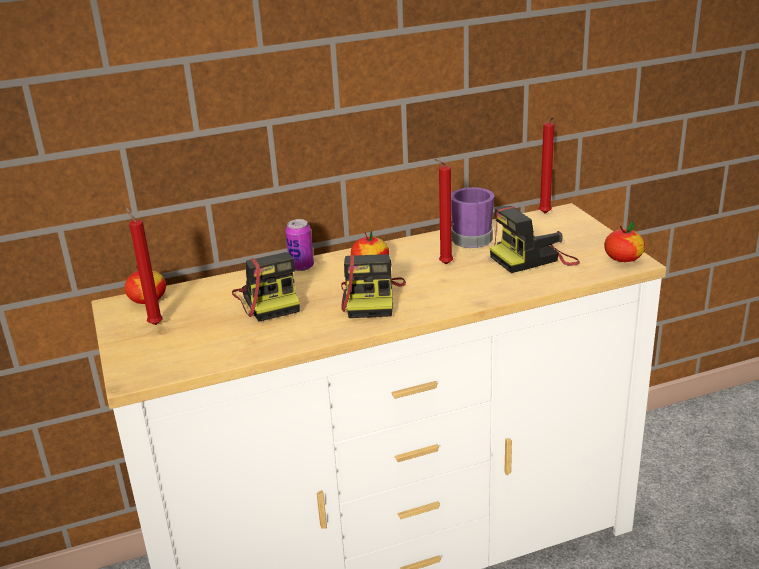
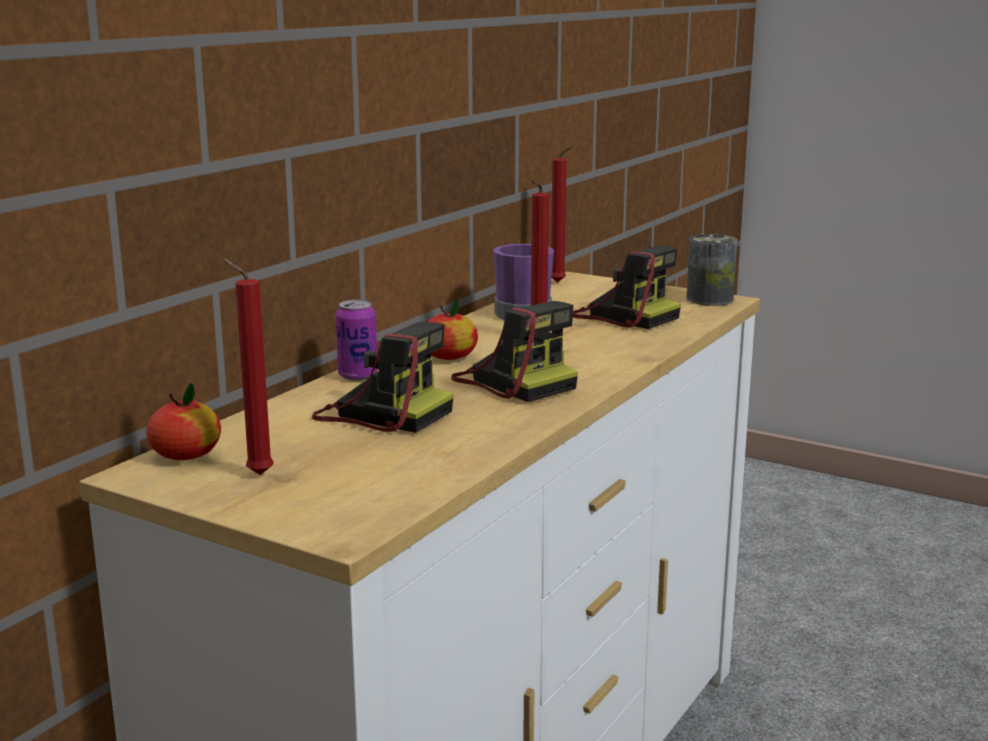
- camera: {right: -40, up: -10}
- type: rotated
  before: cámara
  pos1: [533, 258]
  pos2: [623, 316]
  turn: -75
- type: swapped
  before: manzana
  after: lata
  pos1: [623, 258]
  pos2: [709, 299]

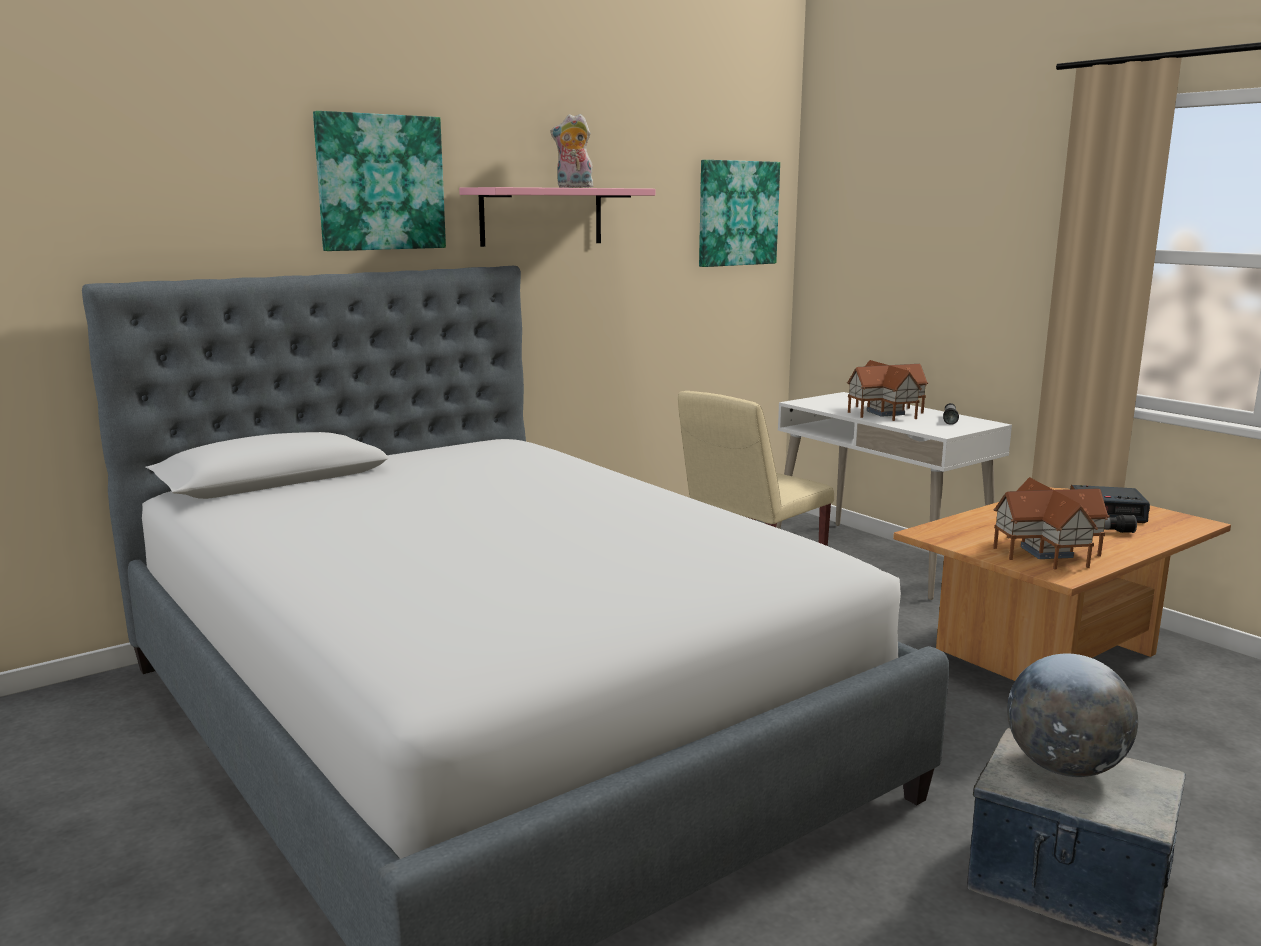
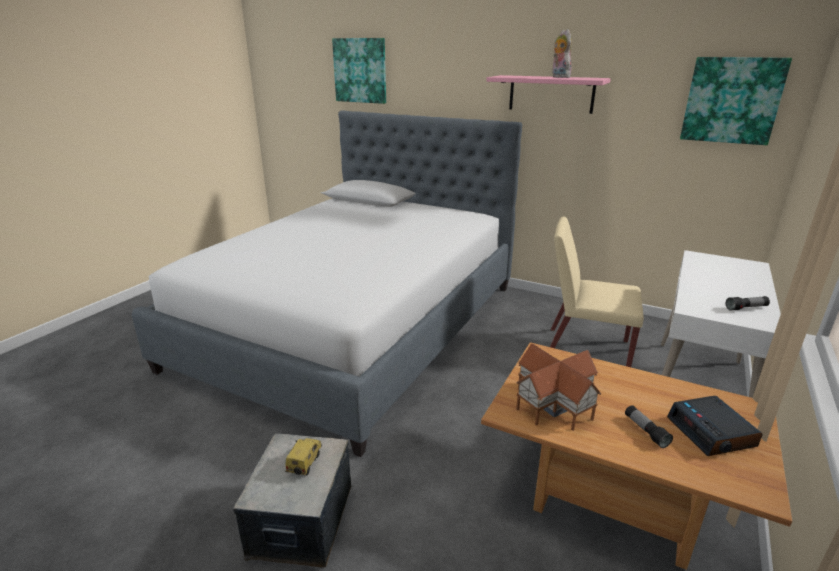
- camera: {right: 65, up: 10}
- type: shifted
  before: cuadro
  pos1: [380, 182]
  pos2: [360, 70]
- type: gone
  before: casita
  pos1: [886, 412]
- type: swapped
  before: globo terráqueo
  after: coche de juguete
  pos1: [1064, 768]
  pos2: [304, 463]

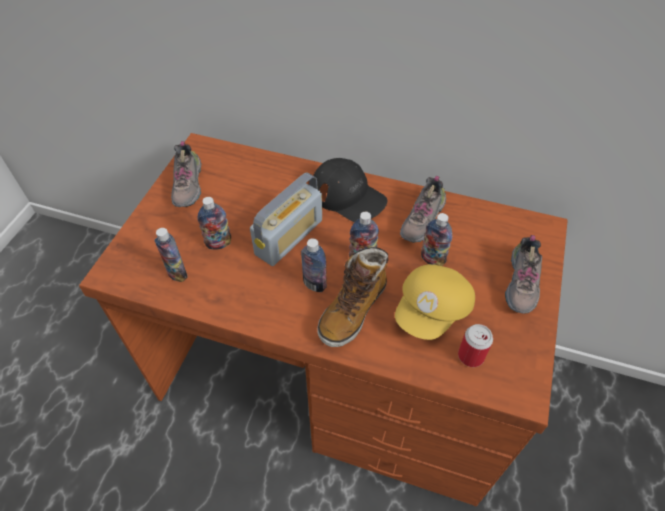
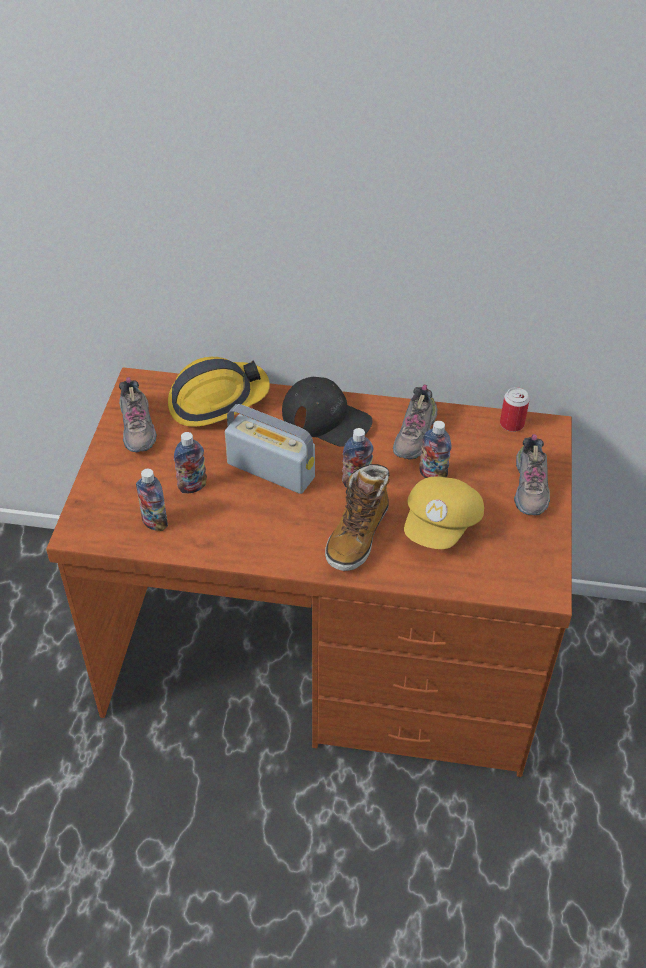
- camera: {right: -10, up: -5}
- type: rotated
  before: radio
  pos1: [289, 237]
  pos2: [270, 470]
  turn: -90
- type: gone
  before: botella
  pos1: [314, 284]
- type: shifted
  before: lata
  pos1: [471, 356]
  pos2: [512, 424]
- type: new
  after: casco
  pos2: [217, 400]

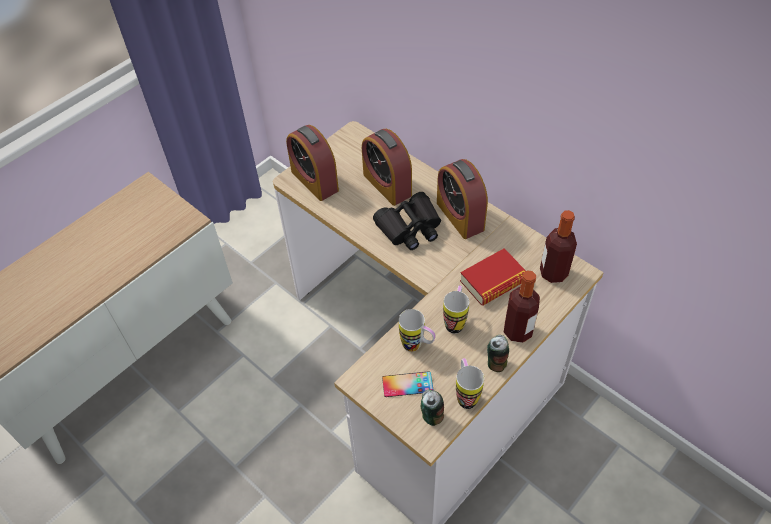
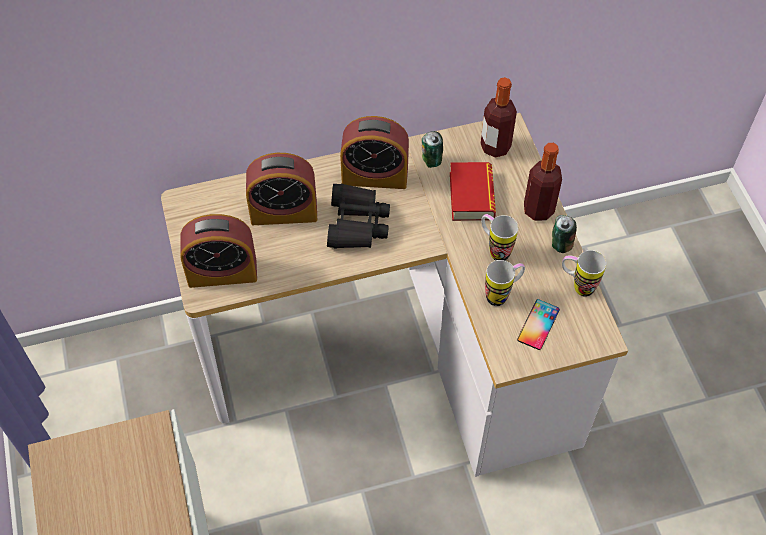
- camera: {right: -60, up: 5}
- type: shifted
  before: lata
  pos1: [431, 416]
  pos2: [431, 161]

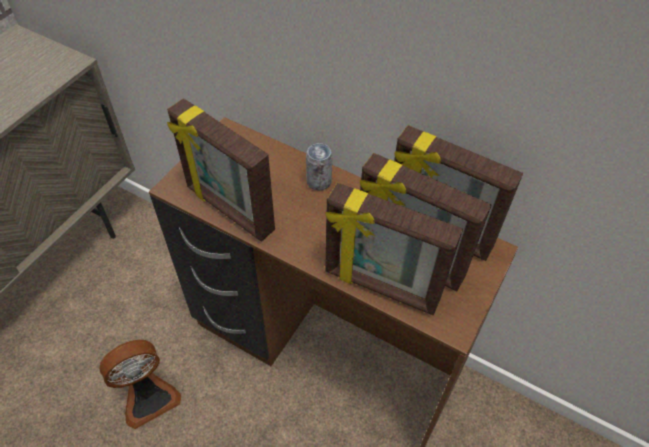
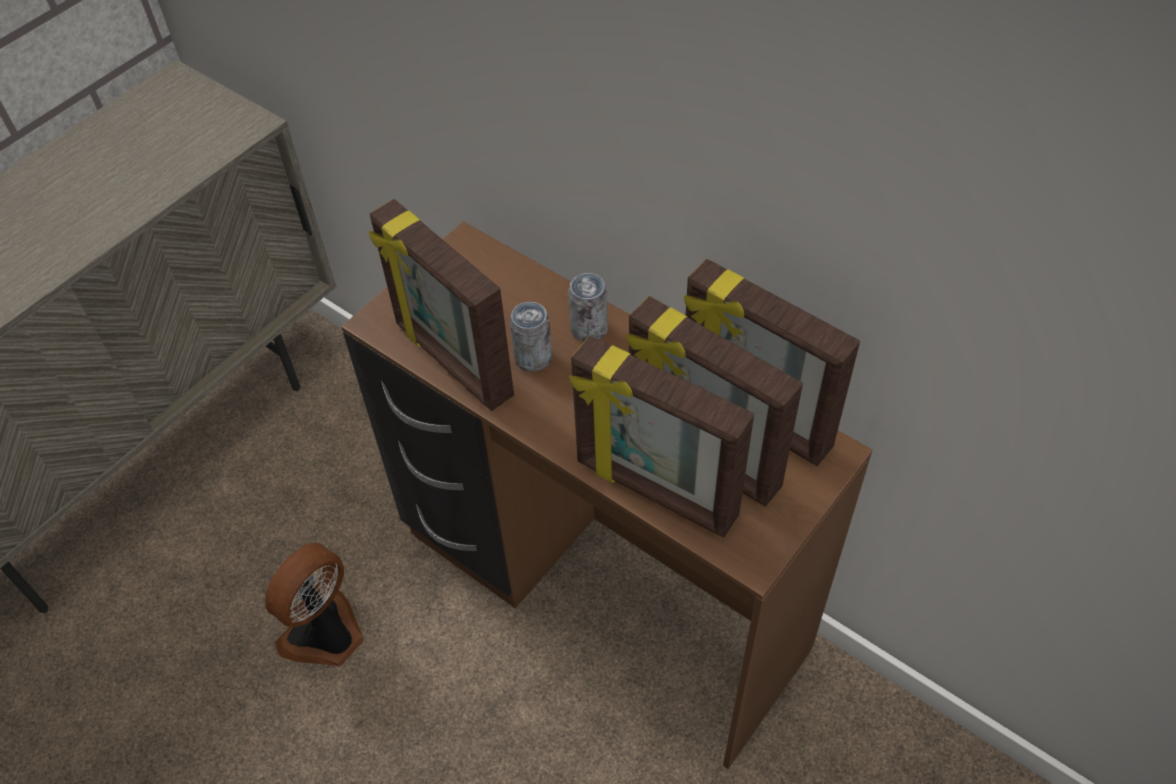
- camera: {right: 10, up: 0}
- type: rotated
  before: ventilador
  pos1: [148, 396]
  pos2: [326, 635]
  turn: 150
- type: new
  after: lata
  pos2: [533, 358]

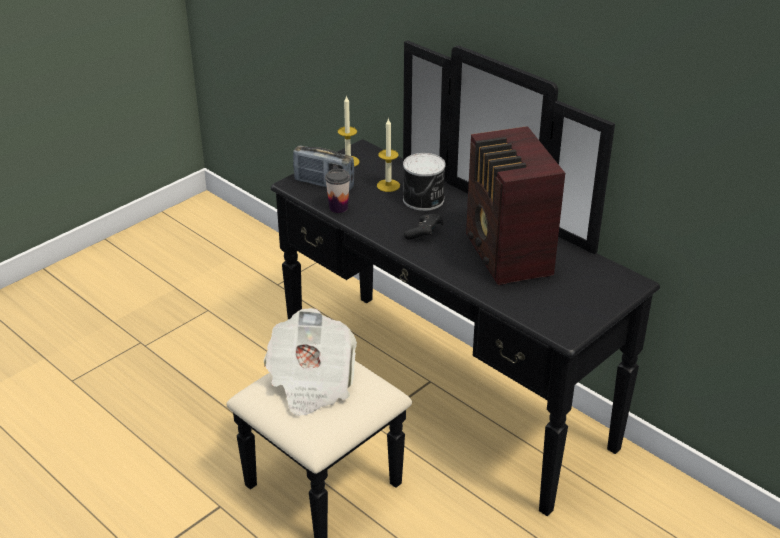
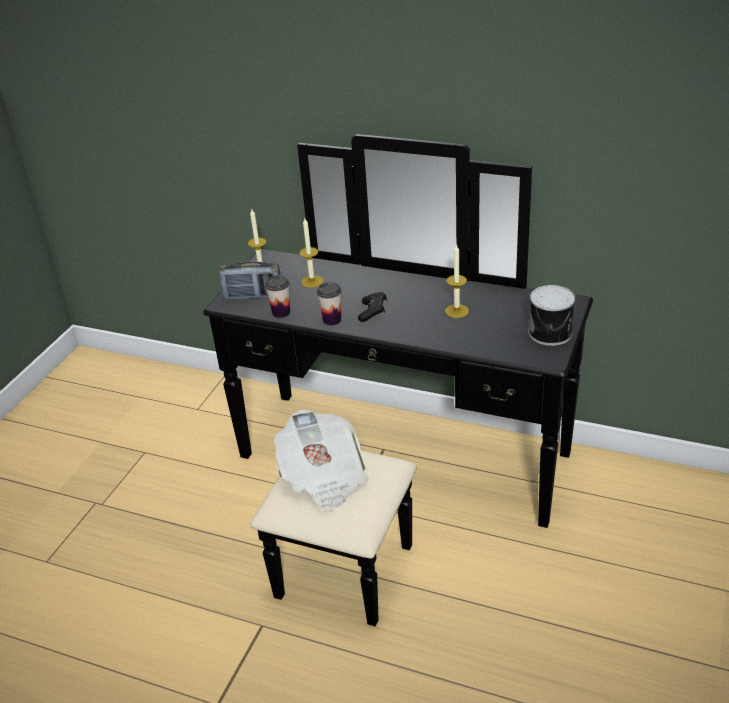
- camera: {right: -20, up: 0}
- type: shifted
  before: lata
  pos1: [424, 199]
  pos2: [551, 333]
- type: swapped
  before: radio
  after: vela
  pos1: [507, 256]
  pos2: [456, 311]
- type: new
  after: taza
  pos2: [332, 320]

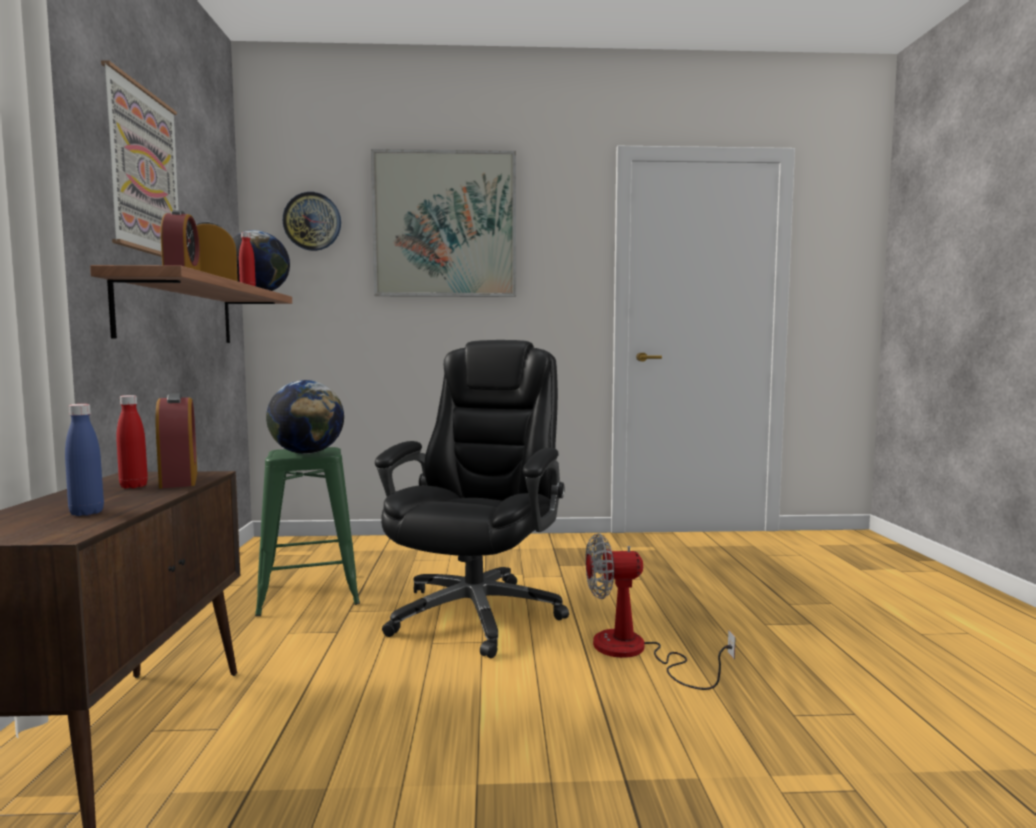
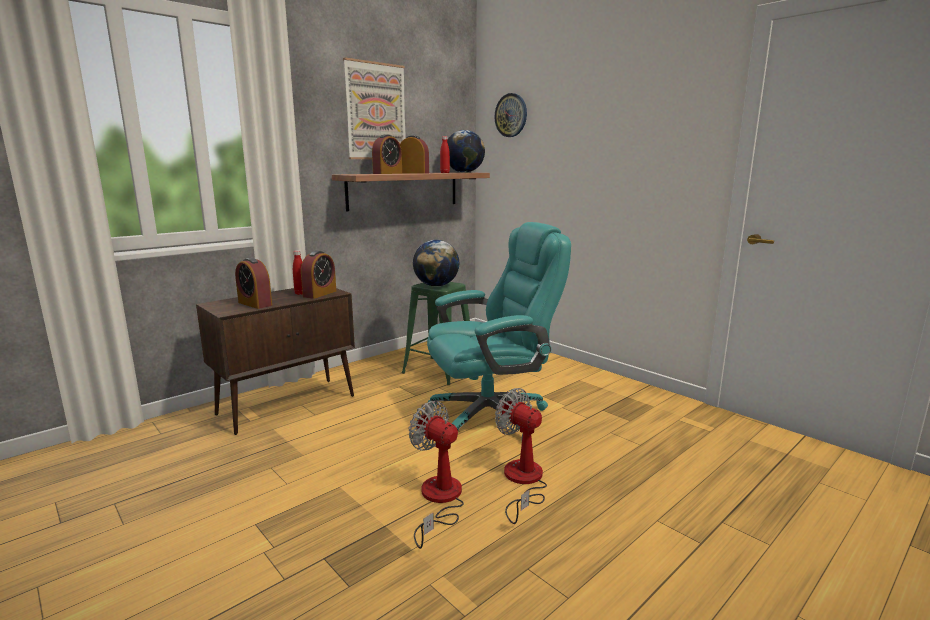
- camera: {right: 50, up: 10}
- type: swapped
  before: botella (azul)
  after: despertador
  pos1: [86, 513]
  pos2: [255, 304]
- type: gone
  before: cuadro
  pos1: [445, 225]
- type: repainted
  before: silla de oficina (negro)
  after: silla de oficina (turquesa)
  pos1: [477, 612]
  pos2: [491, 416]
- type: new
  after: ventilador
  pos2: [439, 500]

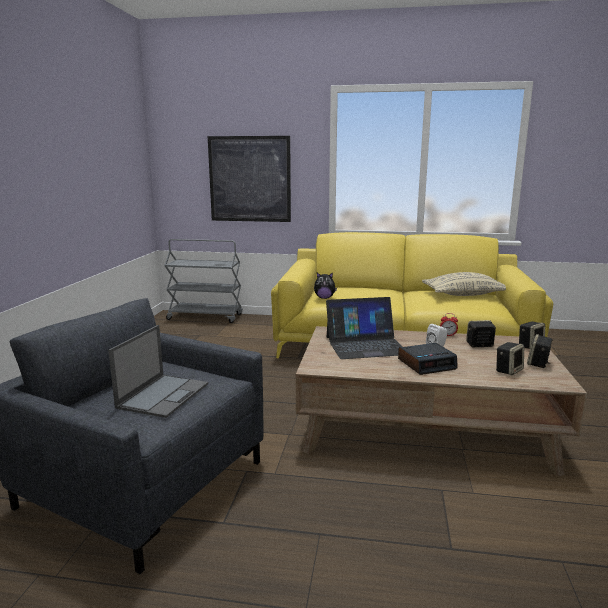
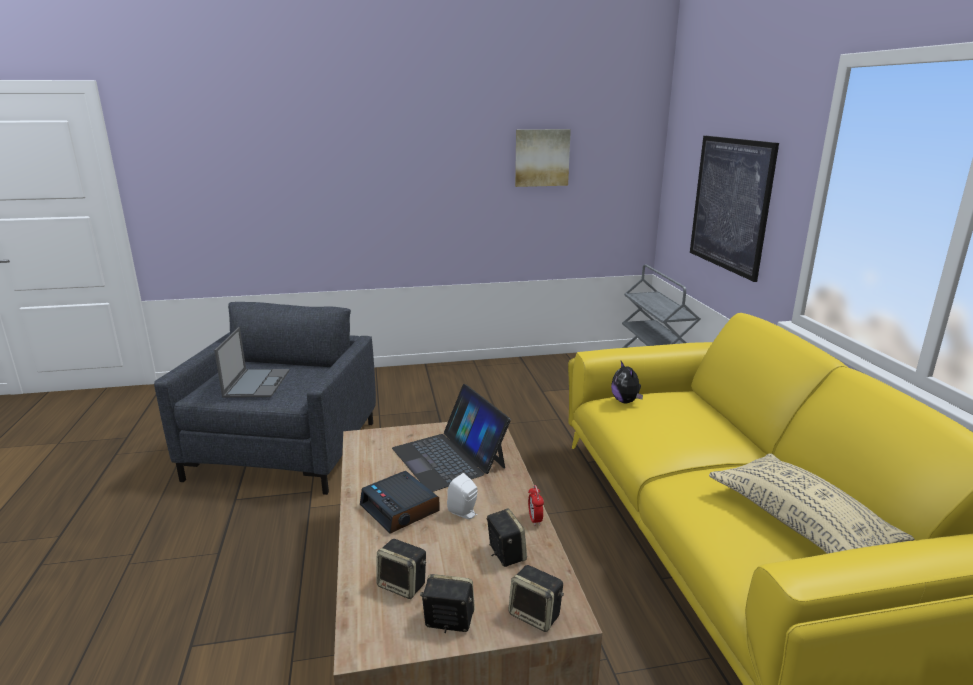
- camera: {right: 70, up: 5}
- type: rotated
  before: portátil
  pos1: [164, 395]
  pos2: [257, 383]
  turn: -90
- type: new
  after: cuadro
  pos2: [541, 157]

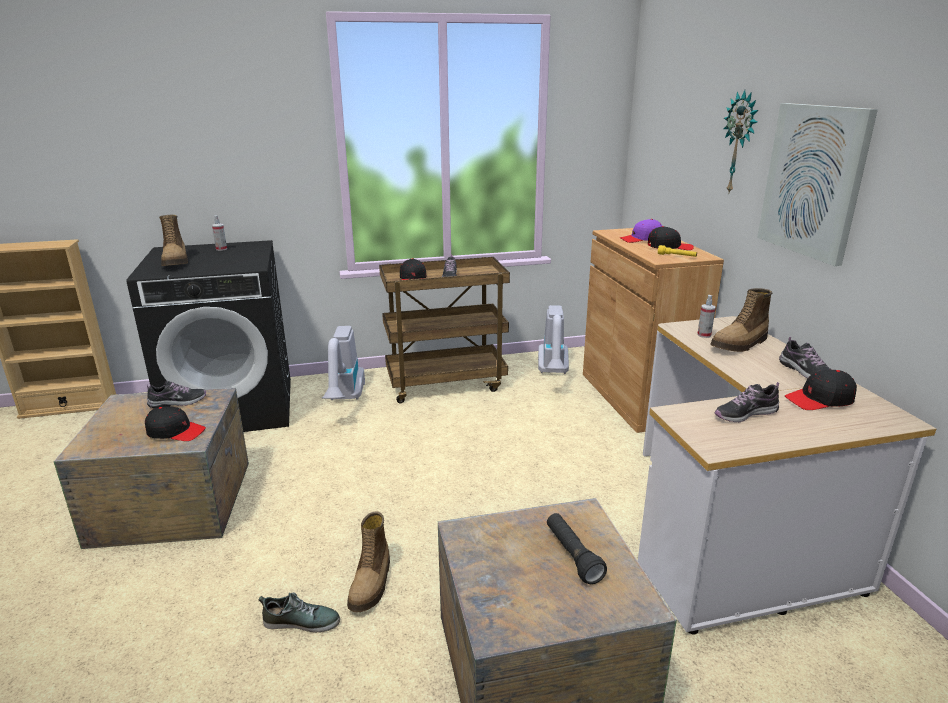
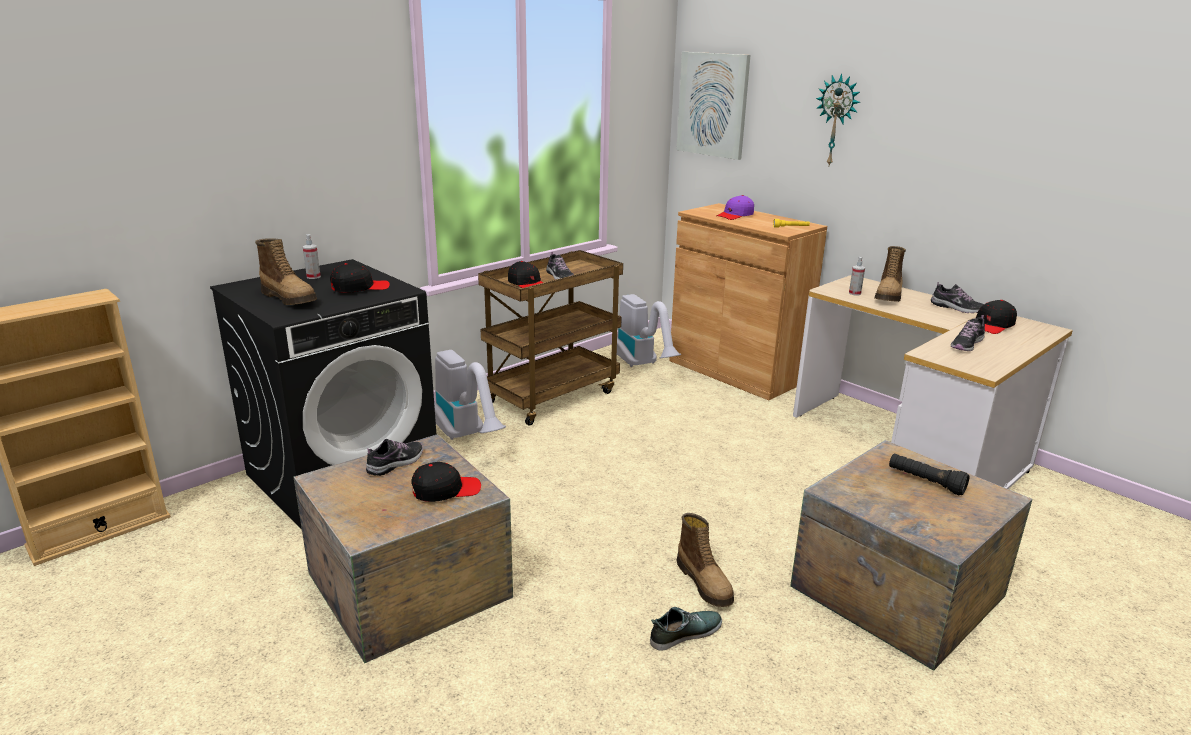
- camera: {right: -30, up: 0}
- type: shifted
  before: gorra (negro)
  pos1: [669, 247]
  pos2: [359, 288]
- type: shifted
  before: cuadro
  pos1: [813, 181]
  pos2: [713, 105]

